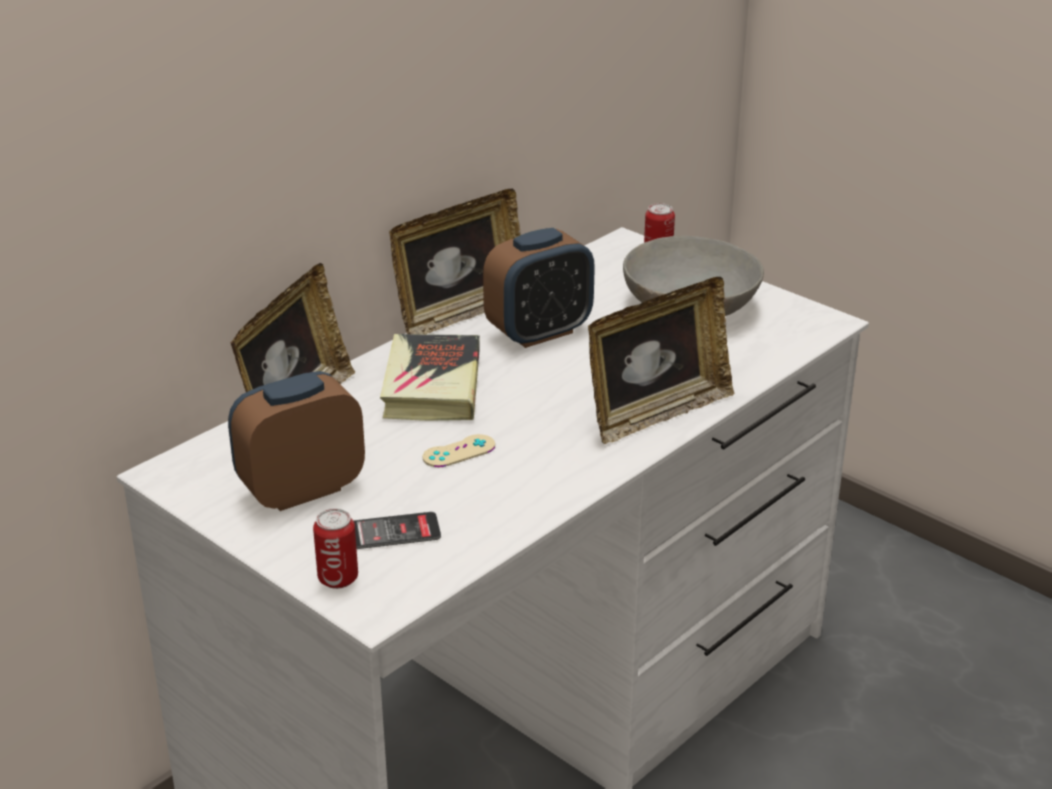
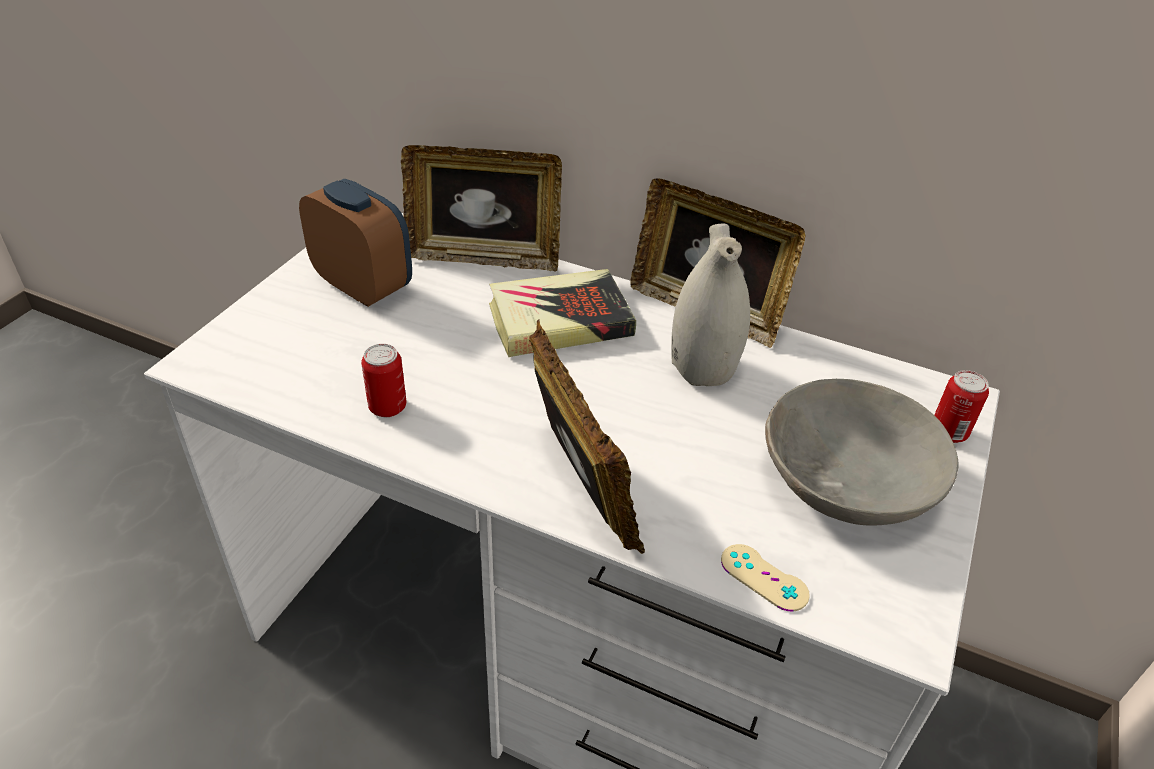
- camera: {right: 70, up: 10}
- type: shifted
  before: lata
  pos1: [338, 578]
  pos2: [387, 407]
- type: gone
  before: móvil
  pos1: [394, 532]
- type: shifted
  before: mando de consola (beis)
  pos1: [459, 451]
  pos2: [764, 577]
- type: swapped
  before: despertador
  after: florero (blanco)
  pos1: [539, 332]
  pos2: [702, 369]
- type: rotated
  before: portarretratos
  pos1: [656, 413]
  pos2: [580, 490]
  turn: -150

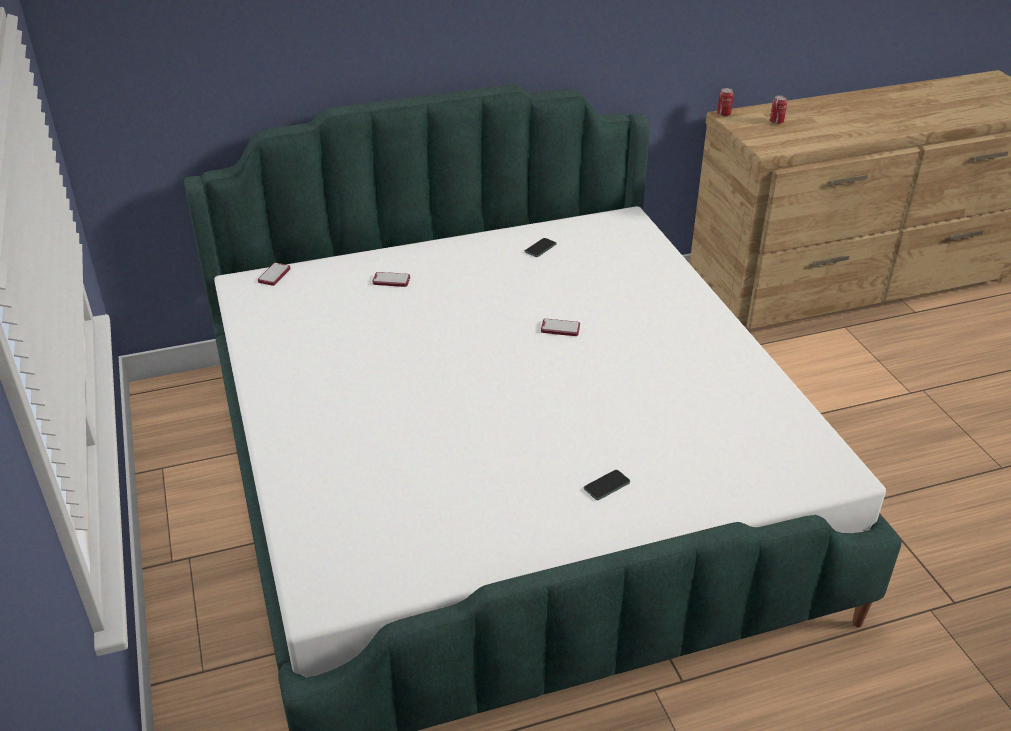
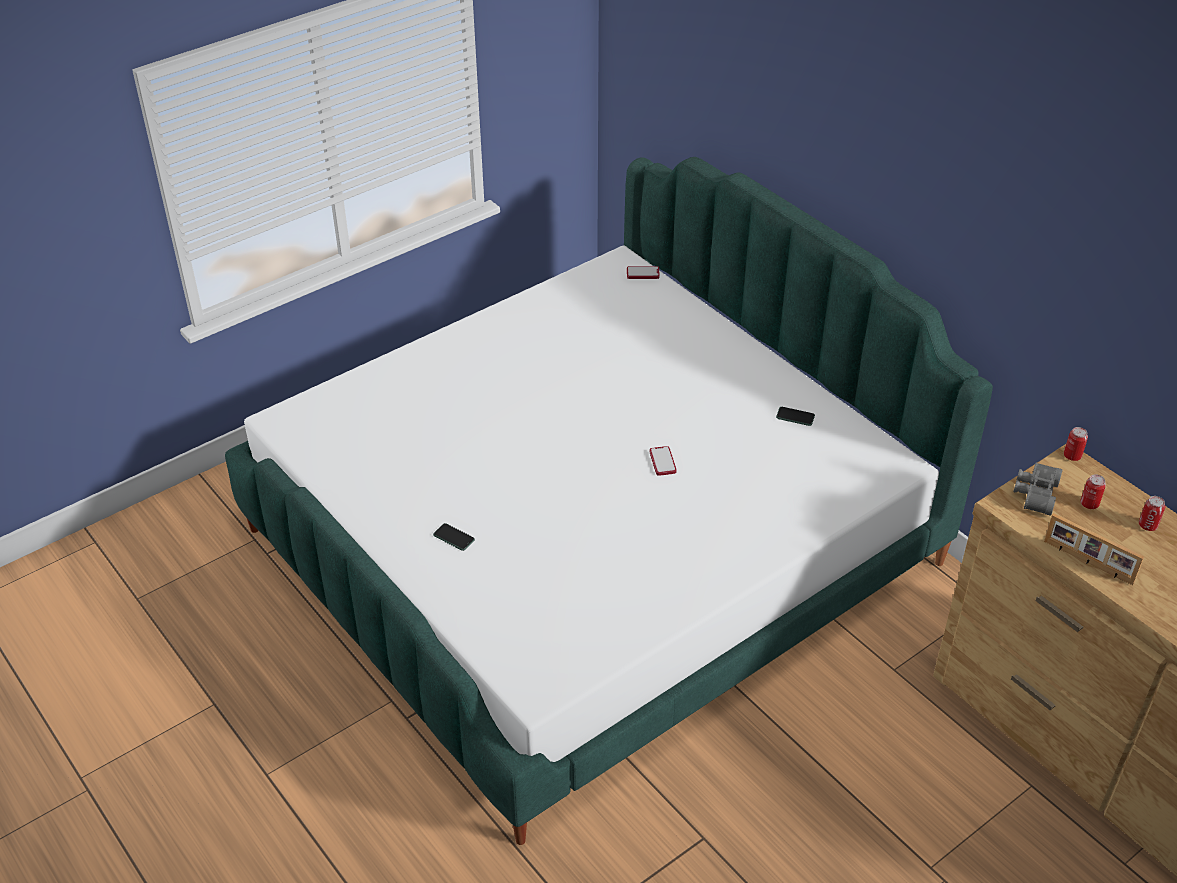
- camera: {right: 70, up: 5}
- type: gone
  before: móvil
  pos1: [391, 280]
- type: new
  after: prismáticos (gris)
  pos2: [1034, 493]
- type: new
  after: portarretratos
  pos2: [1087, 562]
- type: new
  after: lata
  pos2: [1147, 525]

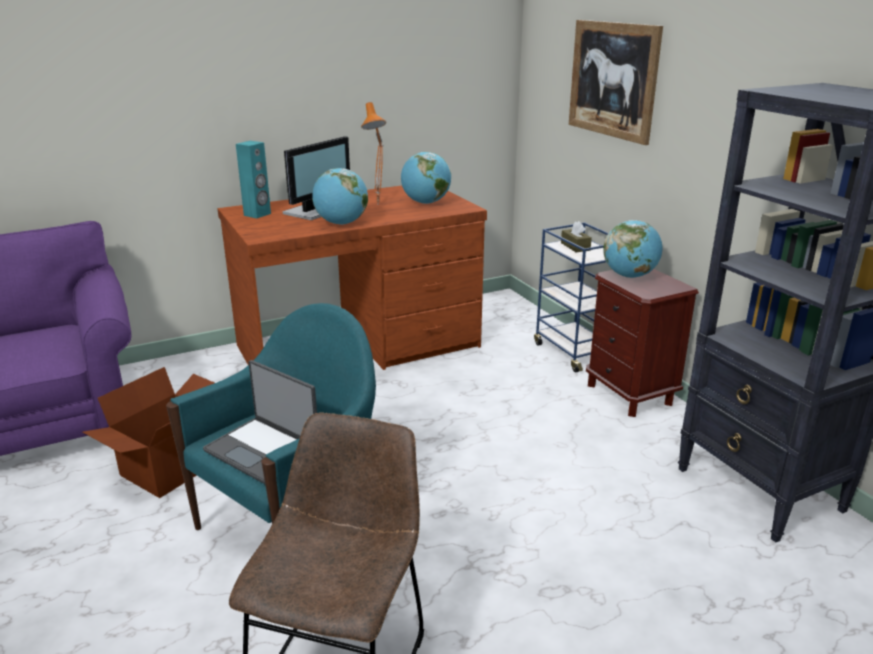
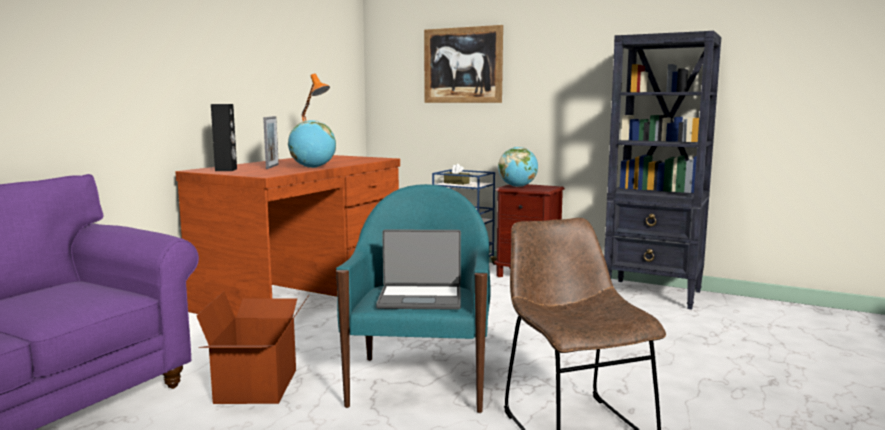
- camera: {right: -35, up: -15}
- type: repainted
  before: altavoz (turquesa)
  after: altavoz (negro)
  pos1: [257, 214]
  pos2: [226, 170]
- type: swapped
  before: monitor
  after: portarretratos
  pos1: [312, 212]
  pos2: [272, 166]
- type: gone
  before: globo terráqueo
  pos1: [426, 203]

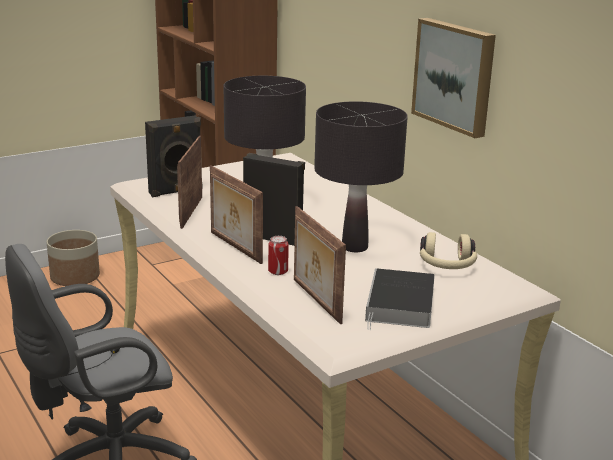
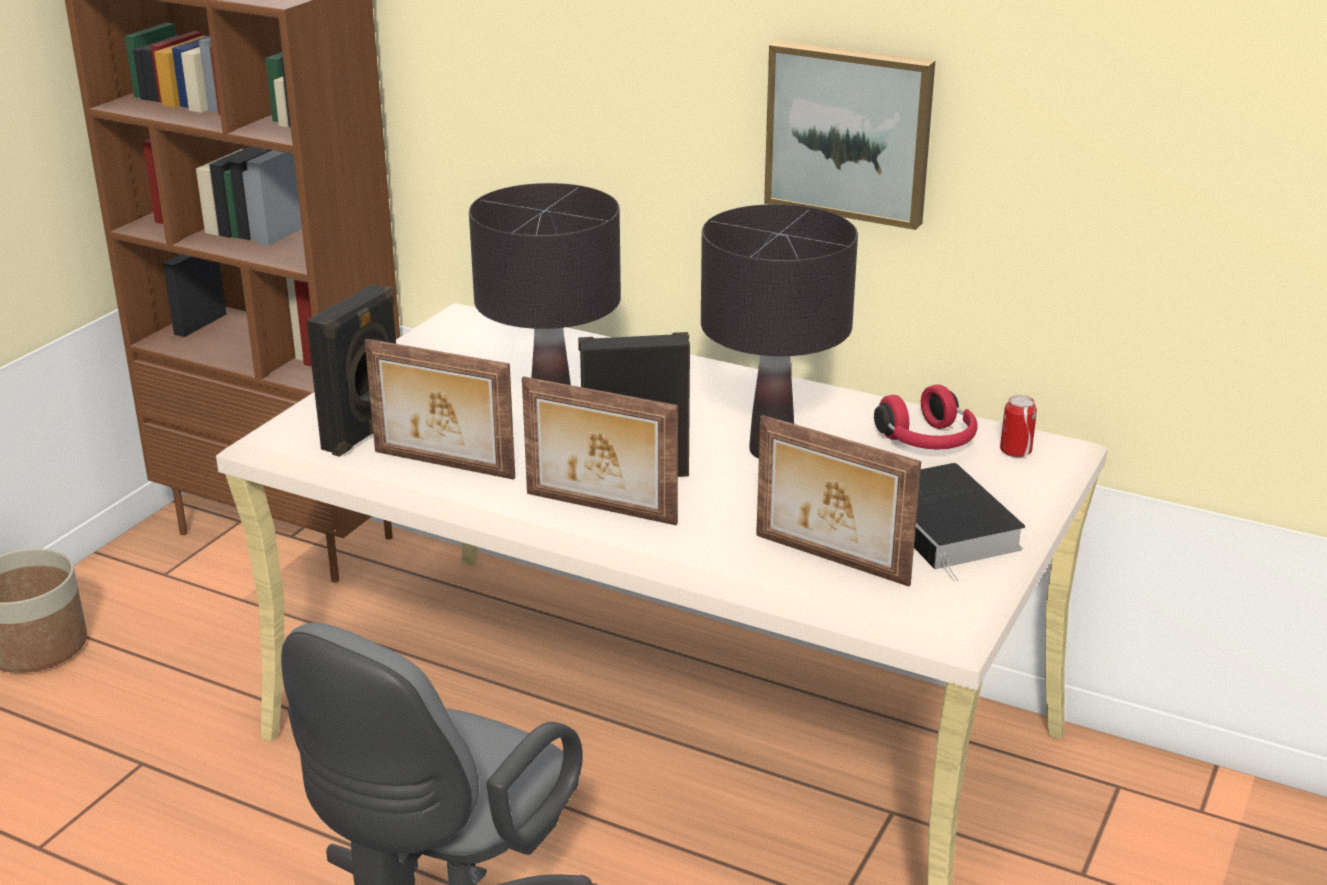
- camera: {right: -30, up: 5}
- type: rotated
  before: portarretratos
  pos1: [190, 212]
  pos2: [442, 466]
  turn: -45
- type: shifted
  before: lata
  pos1: [278, 271]
  pos2: [1015, 451]
- type: repainted
  before: auriculares (beis)
  after: auriculares (rojo)
  pos1: [447, 266]
  pos2: [928, 442]

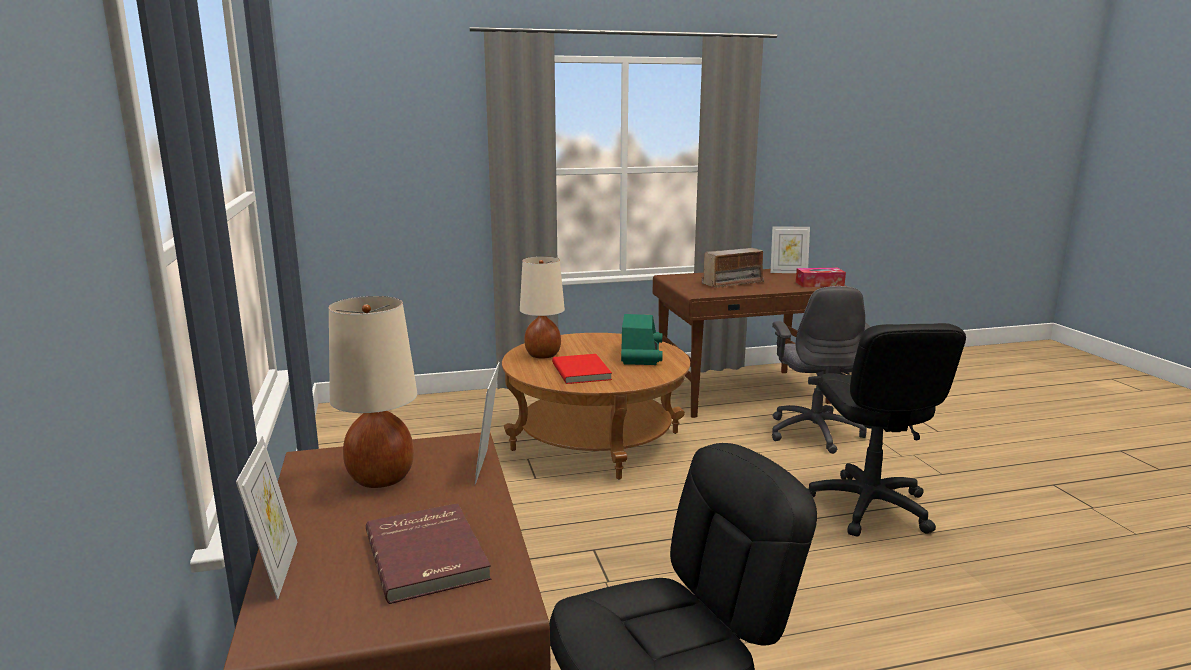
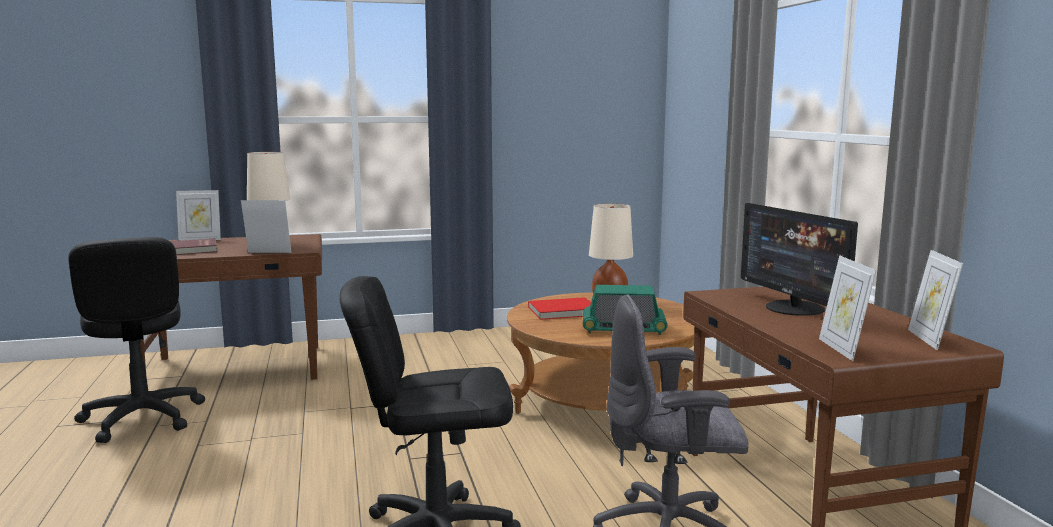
- camera: {right: 90, up: -5}
- type: swapped
  before: radio
  after: monitor
  pos1: [732, 283]
  pos2: [794, 308]
- type: swapped
  before: caja de pañuelos
  after: portarretratos
  pos1: [819, 284]
  pos2: [842, 349]

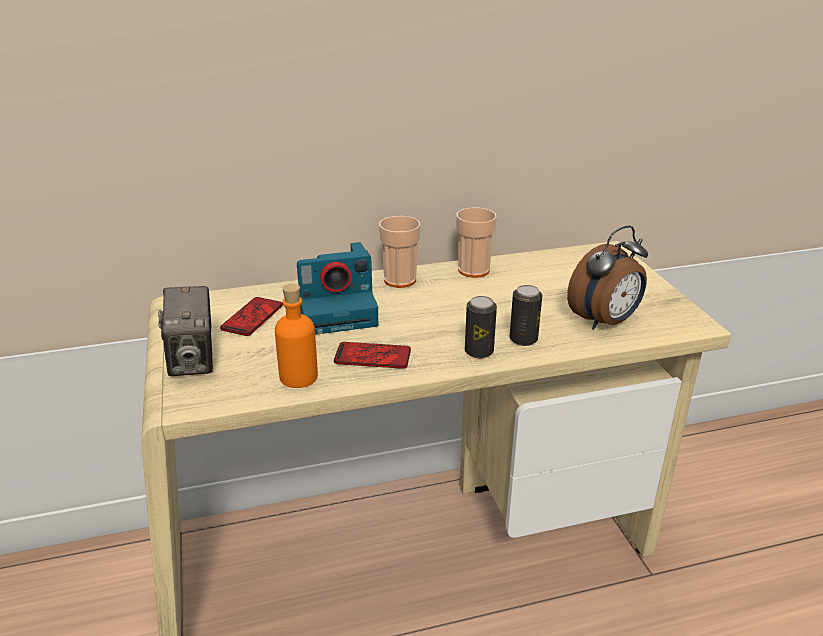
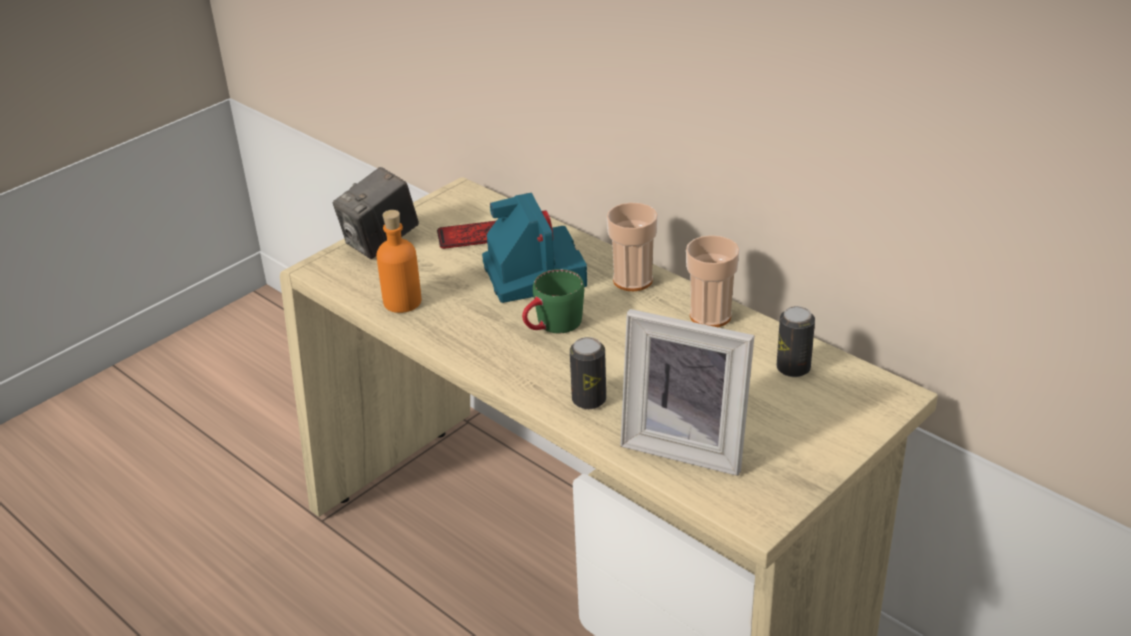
- camera: {right: 60, up: 5}
- type: rotated
  before: cámara
  pos1: [338, 310]
  pos2: [532, 272]
  turn: -150
- type: gone
  before: móvil
  pos1: [372, 357]
- type: shifted
  before: lata
  pos1: [479, 351]
  pos2: [793, 368]
- type: swapped
  before: despertador
  after: portarretratos
  pos1: [605, 322]
  pos2: [687, 444]
- type: new
  after: taza grande (verde)
  pos2: [552, 326]

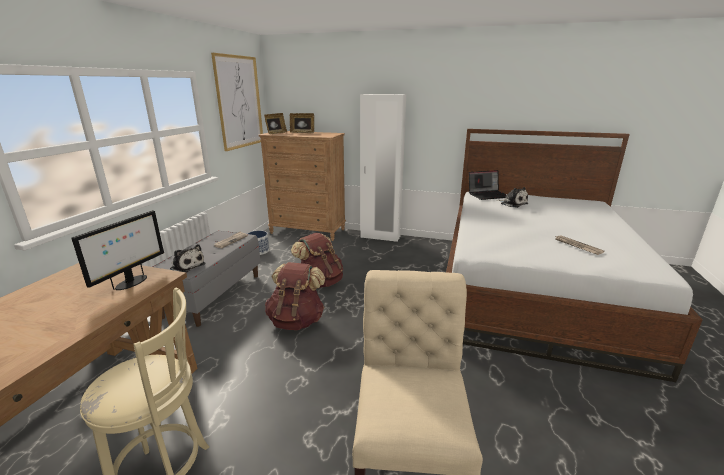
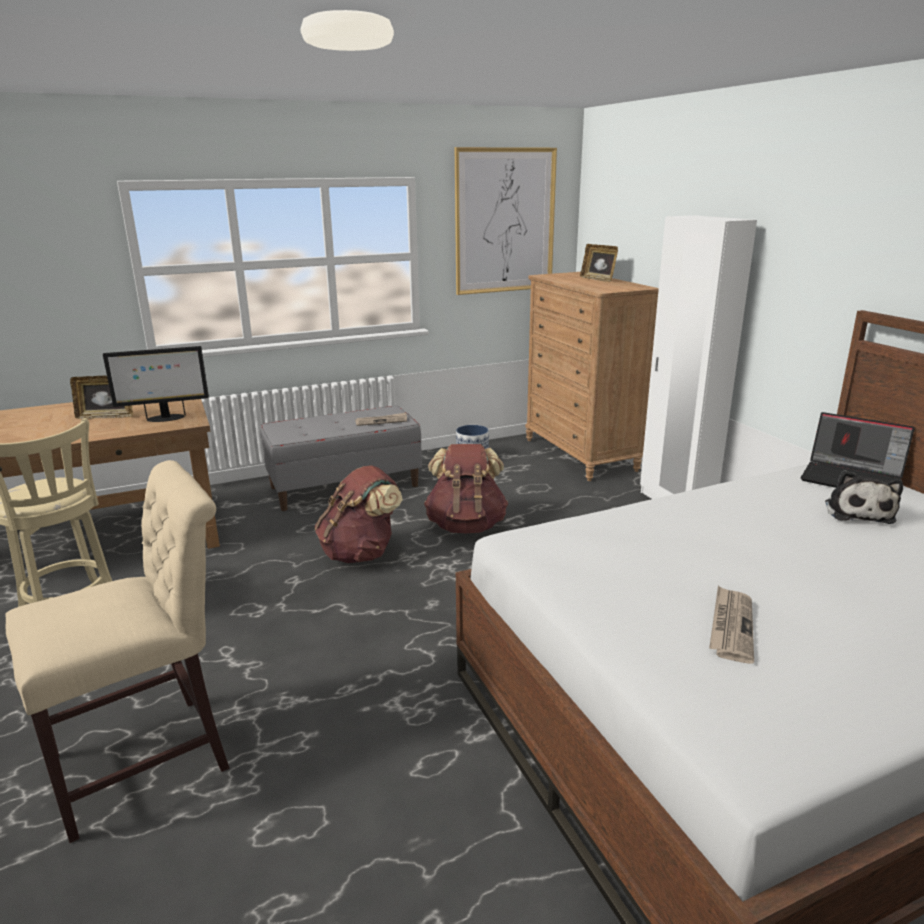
- camera: {right: 50, up: 0}
- type: gone
  before: peluche
  pos1: [187, 266]
- type: shifted
  before: portarretratos
  pos1: [276, 133]
  pos2: [106, 416]

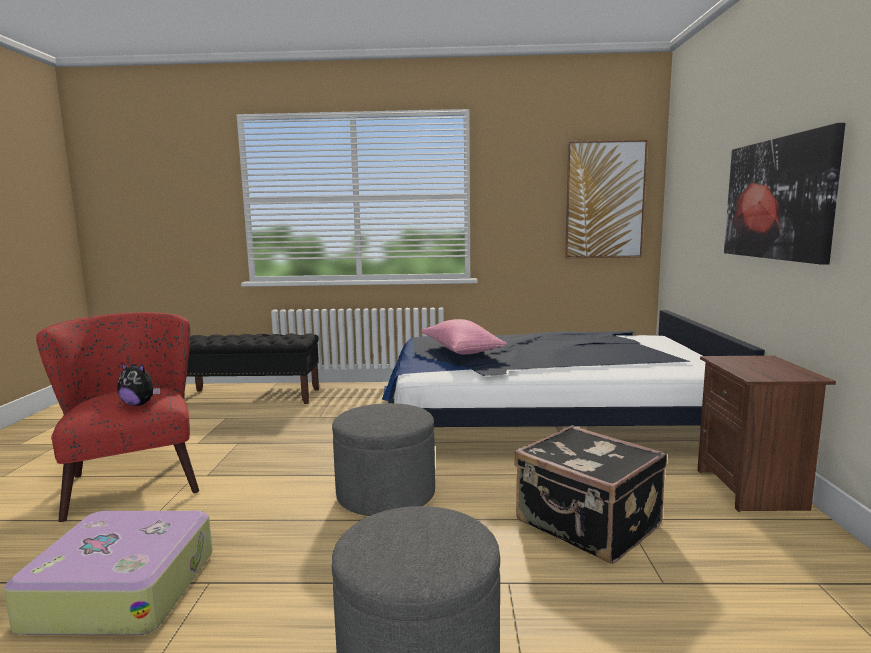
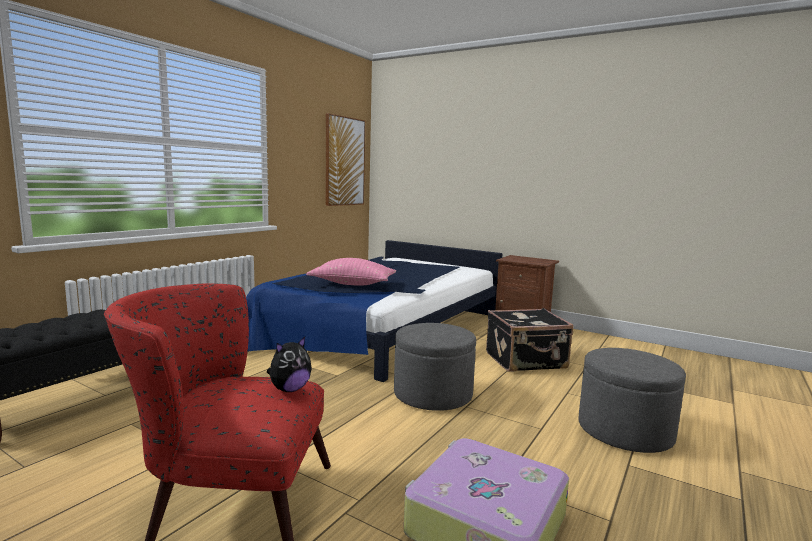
- camera: {right: -60, up: 0}
- type: gone
  before: cuadro
  pos1: [777, 199]

